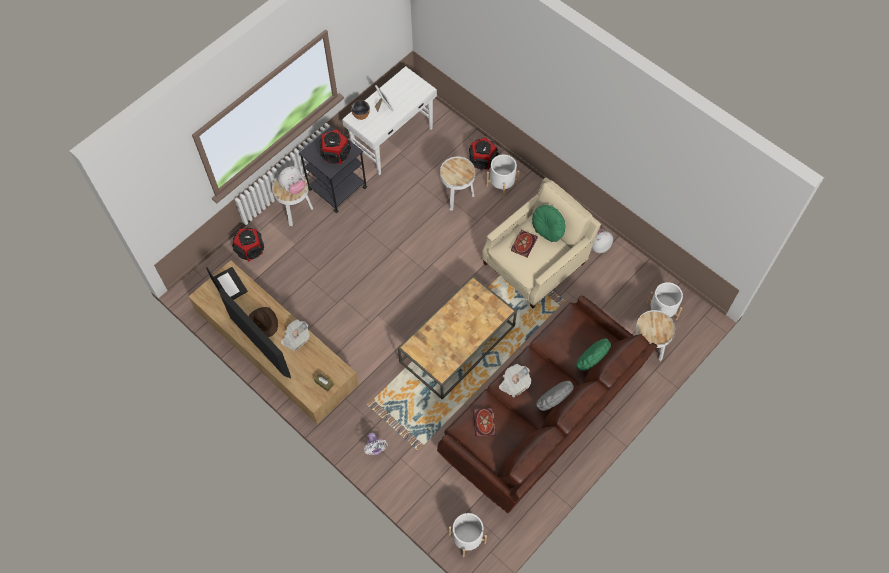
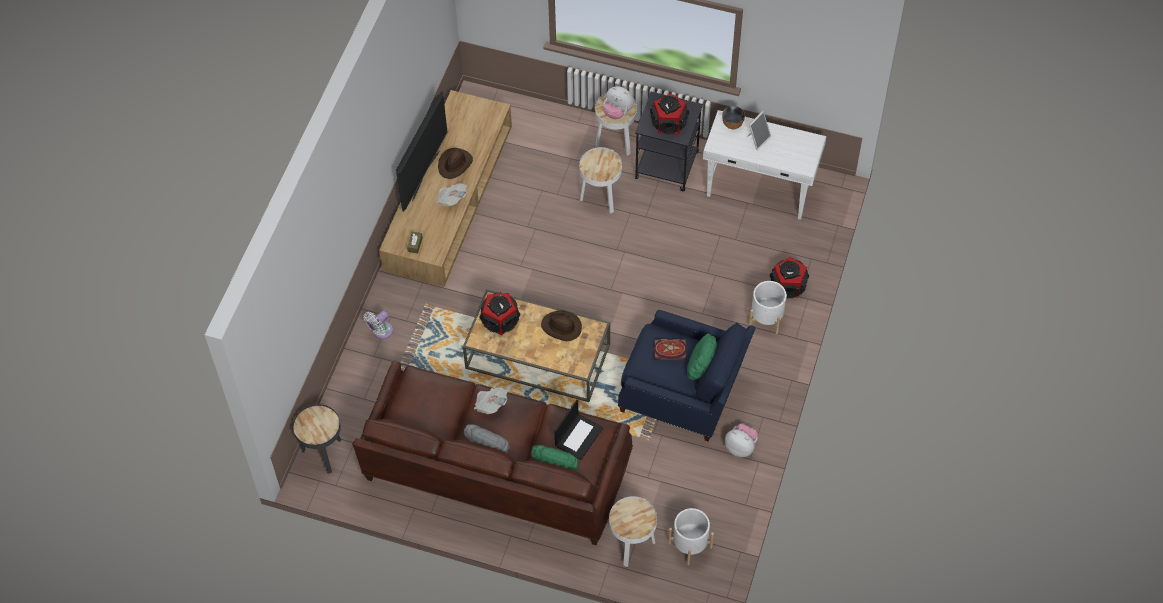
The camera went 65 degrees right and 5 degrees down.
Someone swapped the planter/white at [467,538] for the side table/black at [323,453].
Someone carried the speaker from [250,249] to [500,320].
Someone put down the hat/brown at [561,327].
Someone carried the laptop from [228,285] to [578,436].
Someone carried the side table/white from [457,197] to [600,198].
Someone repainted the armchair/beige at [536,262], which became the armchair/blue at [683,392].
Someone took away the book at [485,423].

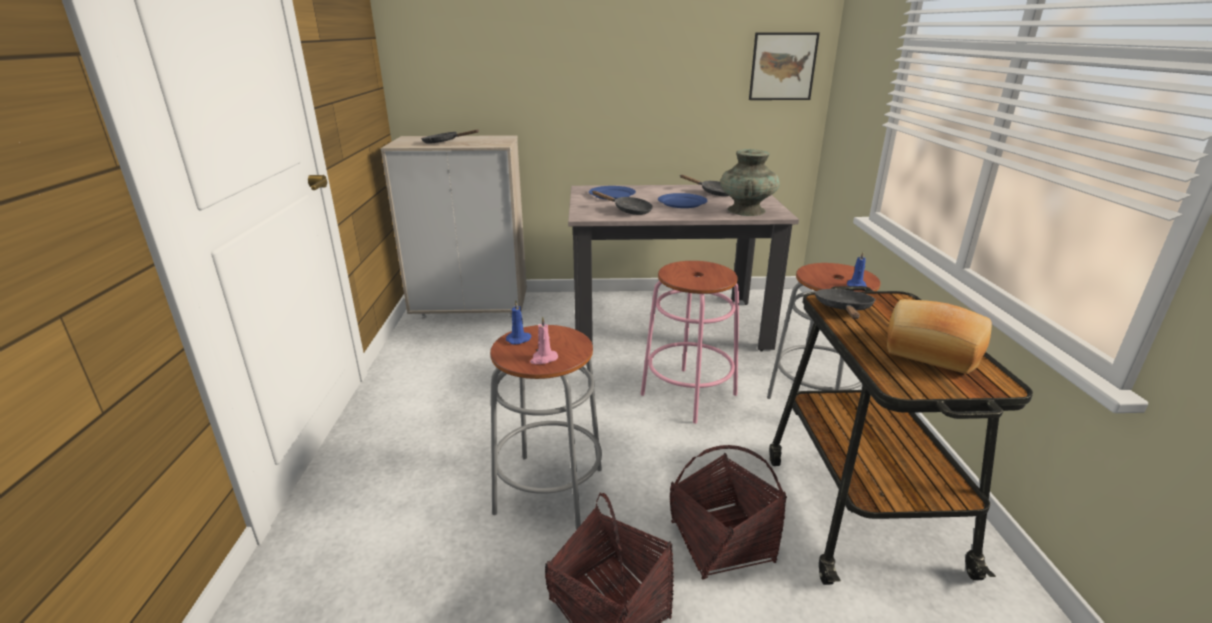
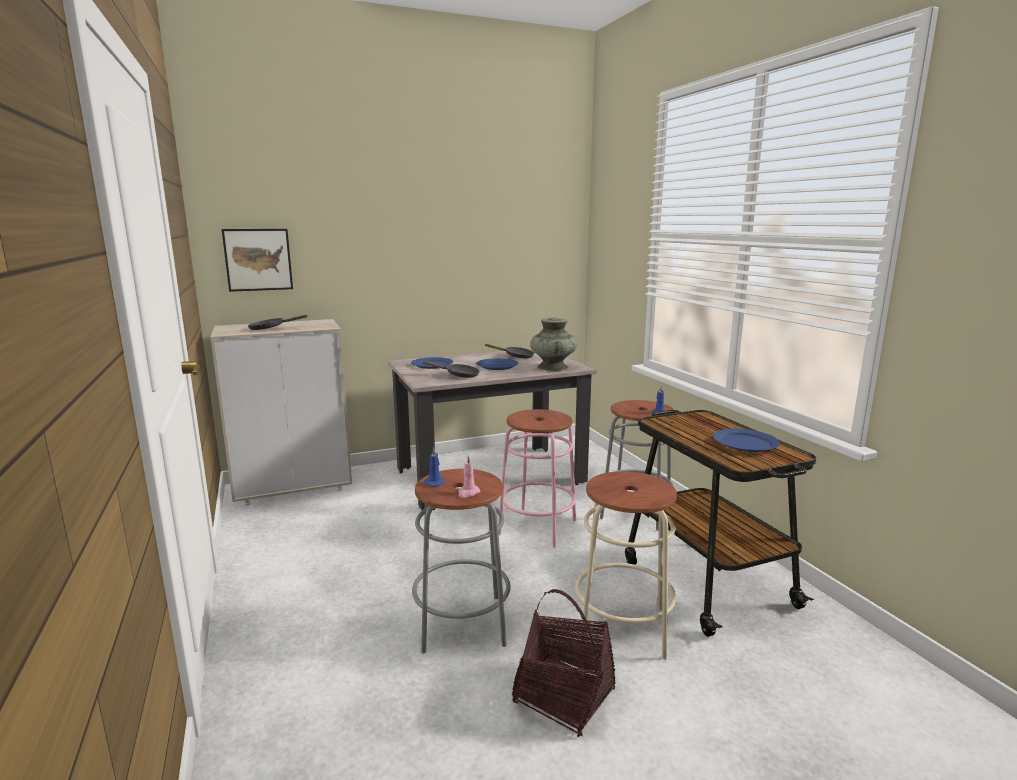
The camera went 20 degrees left and 10 degrees down.
Someone carried the picture from [782,66] to [258,259].
Someone swapped the basket at [722,542] for the stool/beige at [622,627].
Someone swapped the bread at [931,353] for the plate/blue at [745,443].
Someone took away the frying pan/black at [844,309].

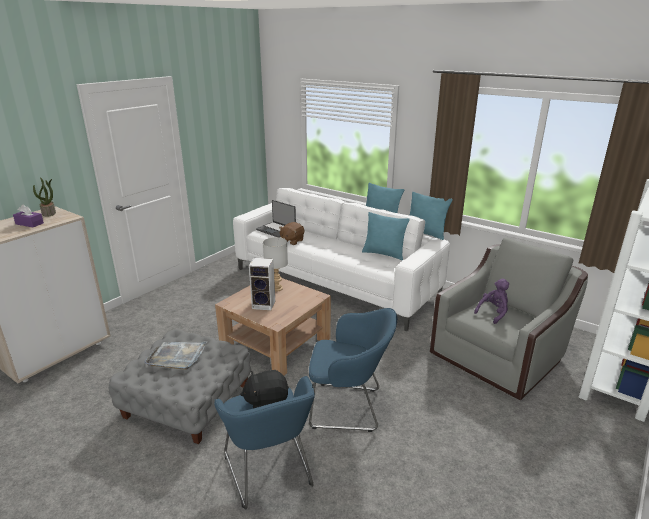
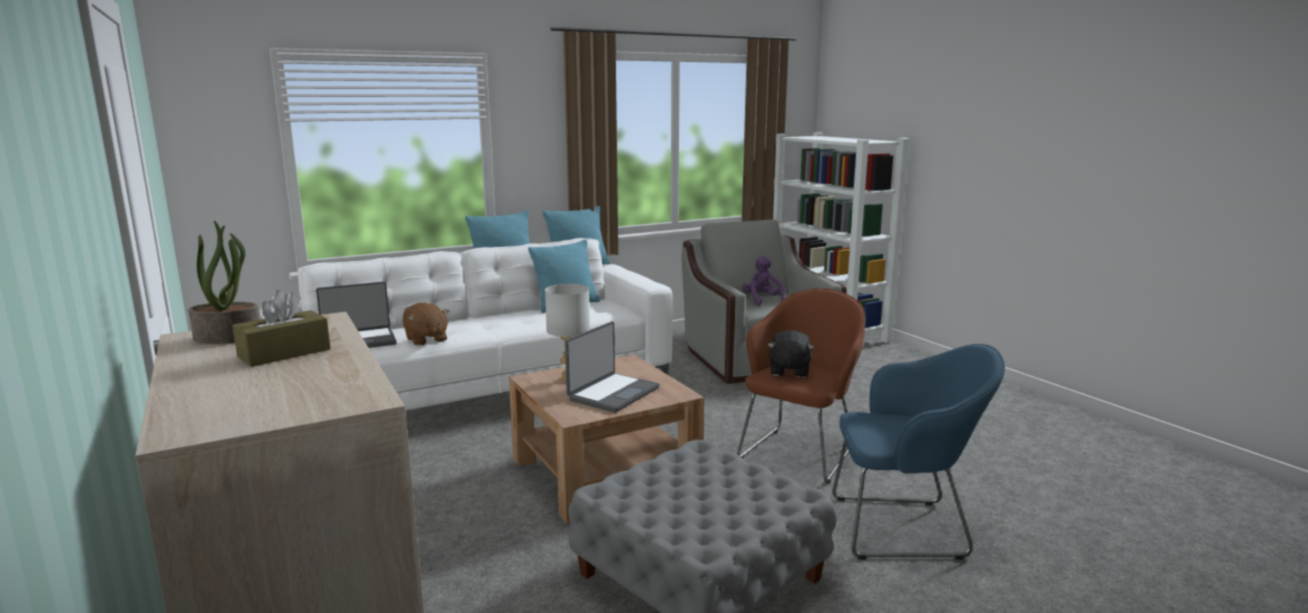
The camera went 65 degrees left and 10 degrees down.
Someone repainted the tissue box/purple at [29,223], which became the tissue box/brown at [284,353].
Someone swapped the speaker at [264,304] for the laptop at [612,393].
Someone repainted the armchair/blue at [349,407], which became the armchair/brown at [800,452].
Someone carried the plush toy/black from [266,401] to [788,371].
Someone took away the tray/grey at [177,356].

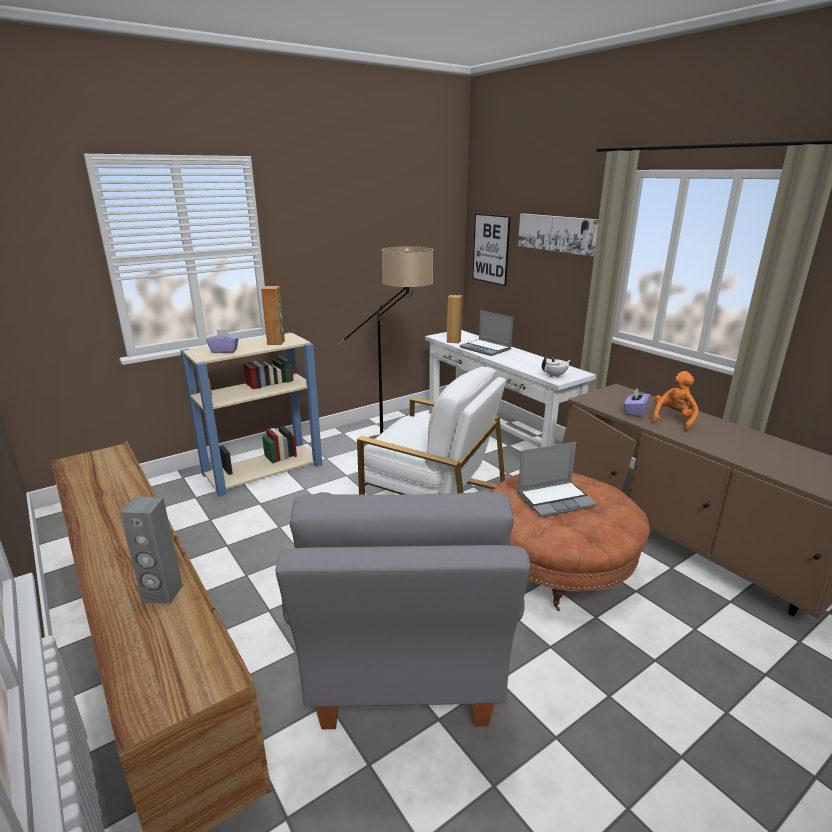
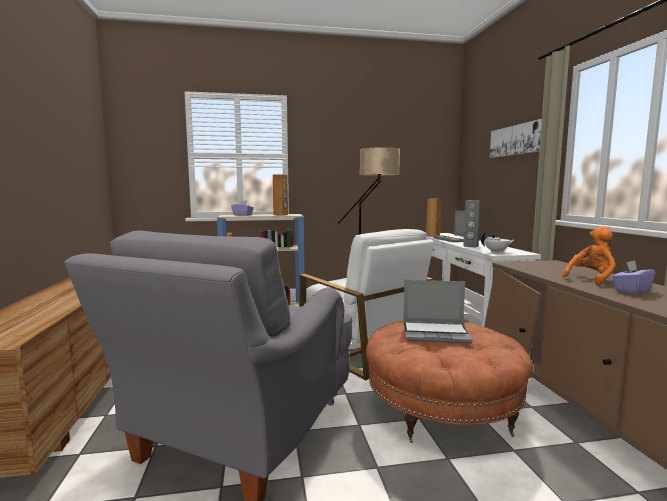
The camera went 25 degrees right and 15 degrees down.
Someone carried the speaker/grey from [162,594] to [471,246].
Someone carried the tissue box/purple from [635,412] to [631,290].
Someone took away the picture at [490,249].

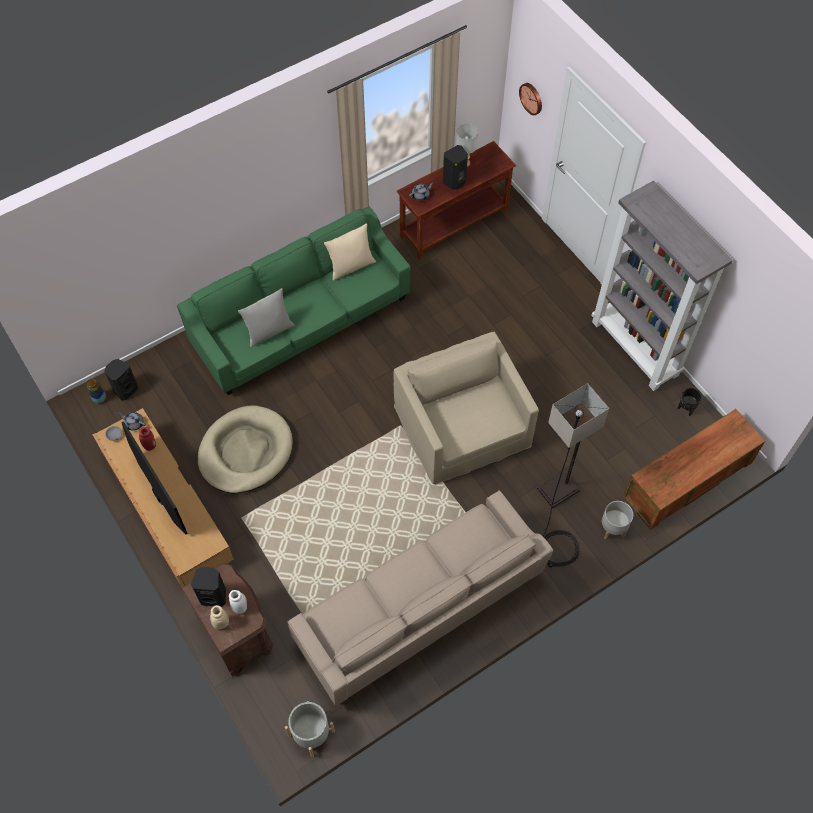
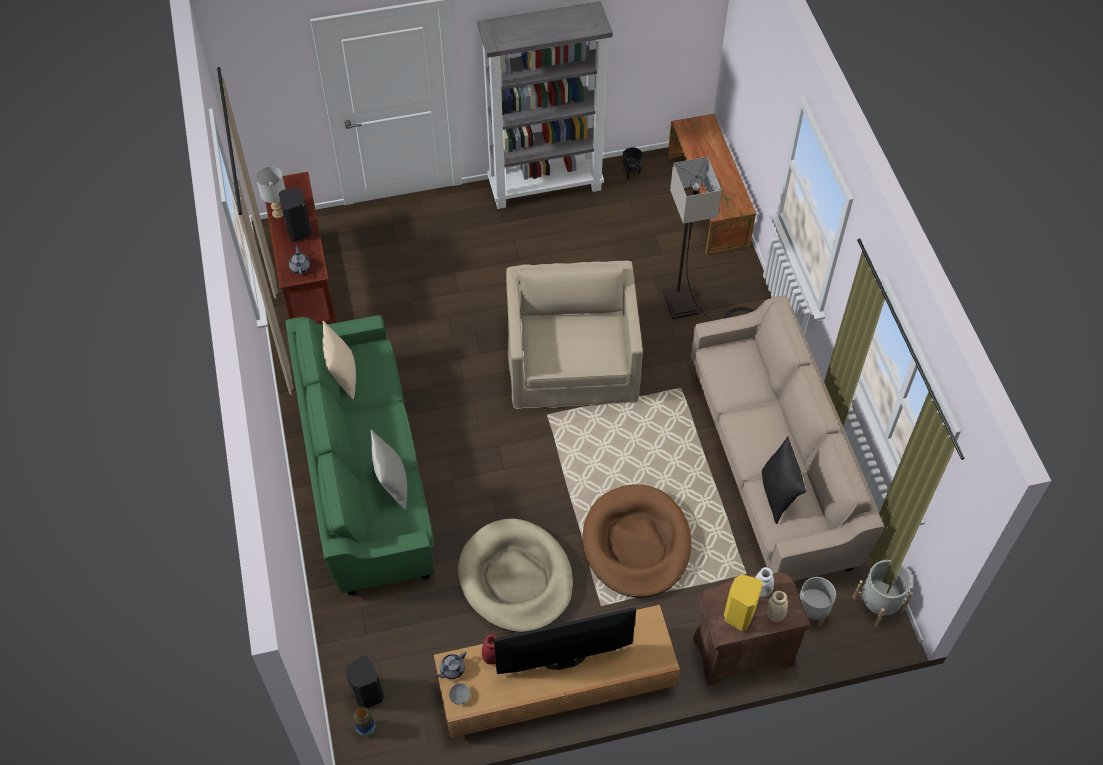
The camera went 70 degrees left and 5 degrees down.
Someone rotated the armchair/beige at [462,426] by 90 degrees clockwise.
Someone put down the dog bed/brown at [636,544].
Someone repainted the speaker/black at [213,595], which became the speaker/yellow at [738,614].
Someone put down the pillow/black at [778,495].
Someone carried the planter/grey from [612,529] to [811,613].
Someone took away the wall clock at [532,98].

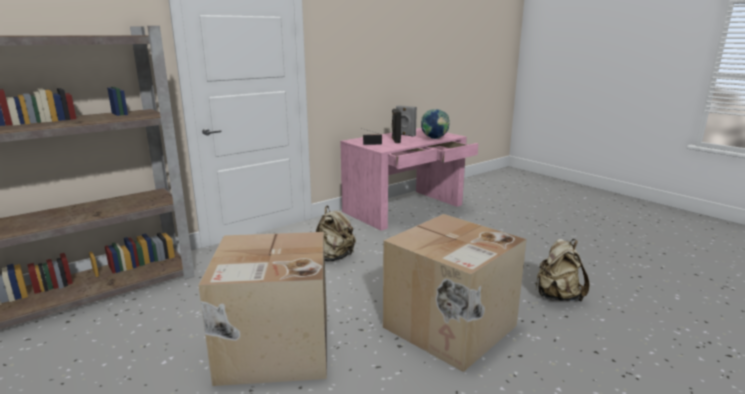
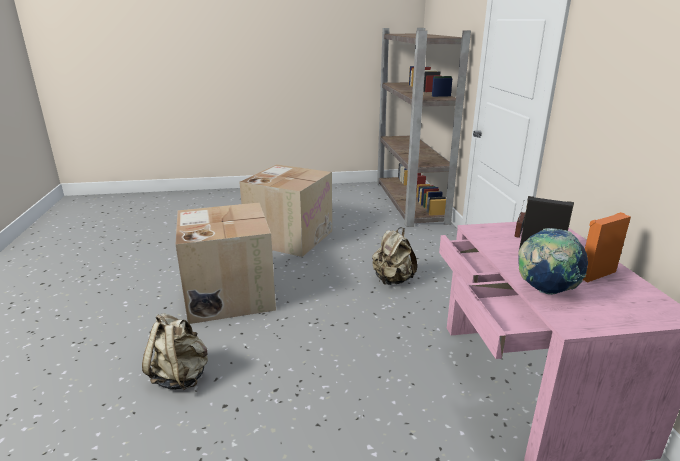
The camera went 120 degrees right and 5 degrees up.
Someone repainted the speaker/grey at [405,135], which became the speaker/orange at [595,274].

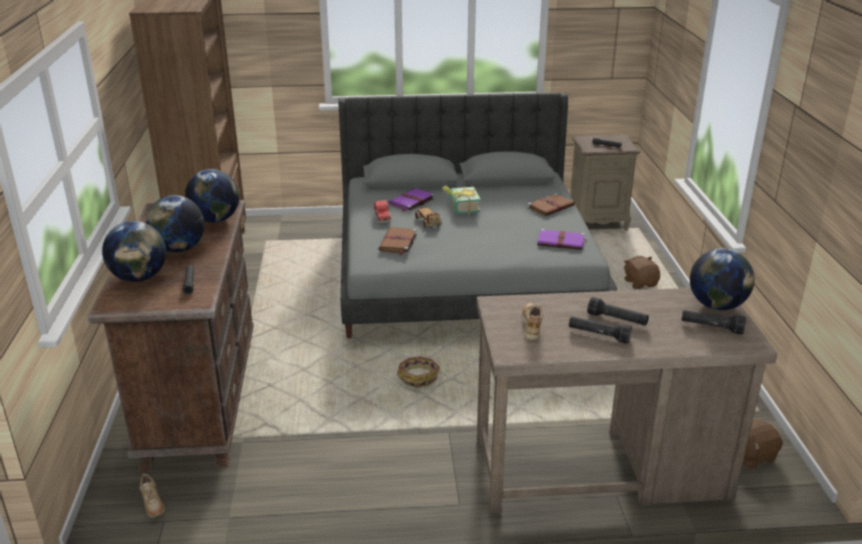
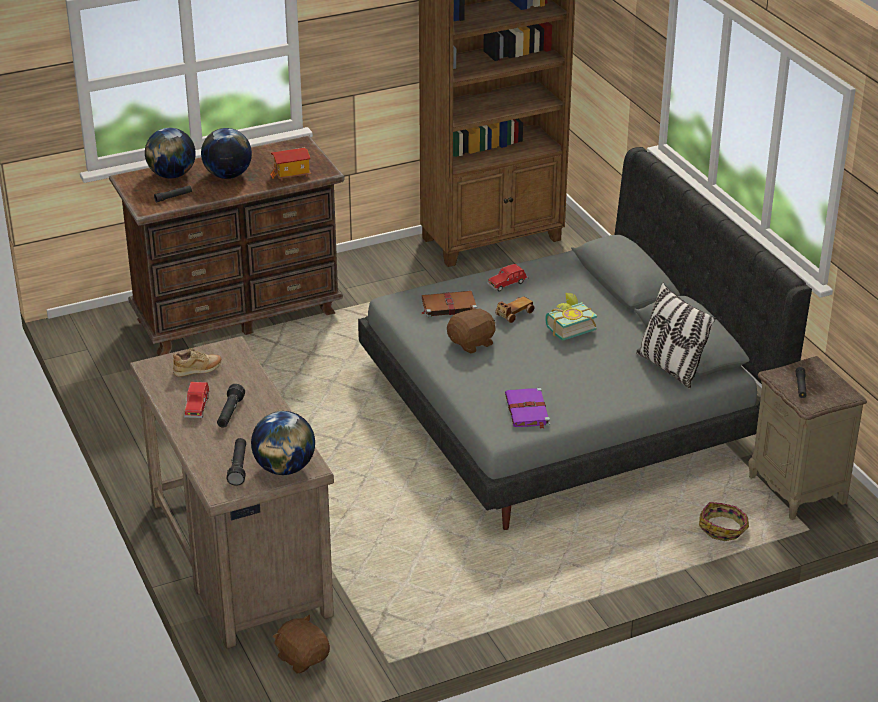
The camera went 70 degrees right and 5 degrees up.
Someone swapped the flashlight/black at [598,335] for the toy car/red at [197,406].
Someone swapped the globe at [215,220] for the toy house at [291,174].
Someone carried the plush toy/brown from [640,283] to [472,343].
Someone put down the pillow at [670,368].
Someone carried the basket from [418,377] to [723,529].
Someone took away the shoe/beige at [153,506].
Someone took away the book/purple at [411,202].
Someone took away the book/brown at [551,206].

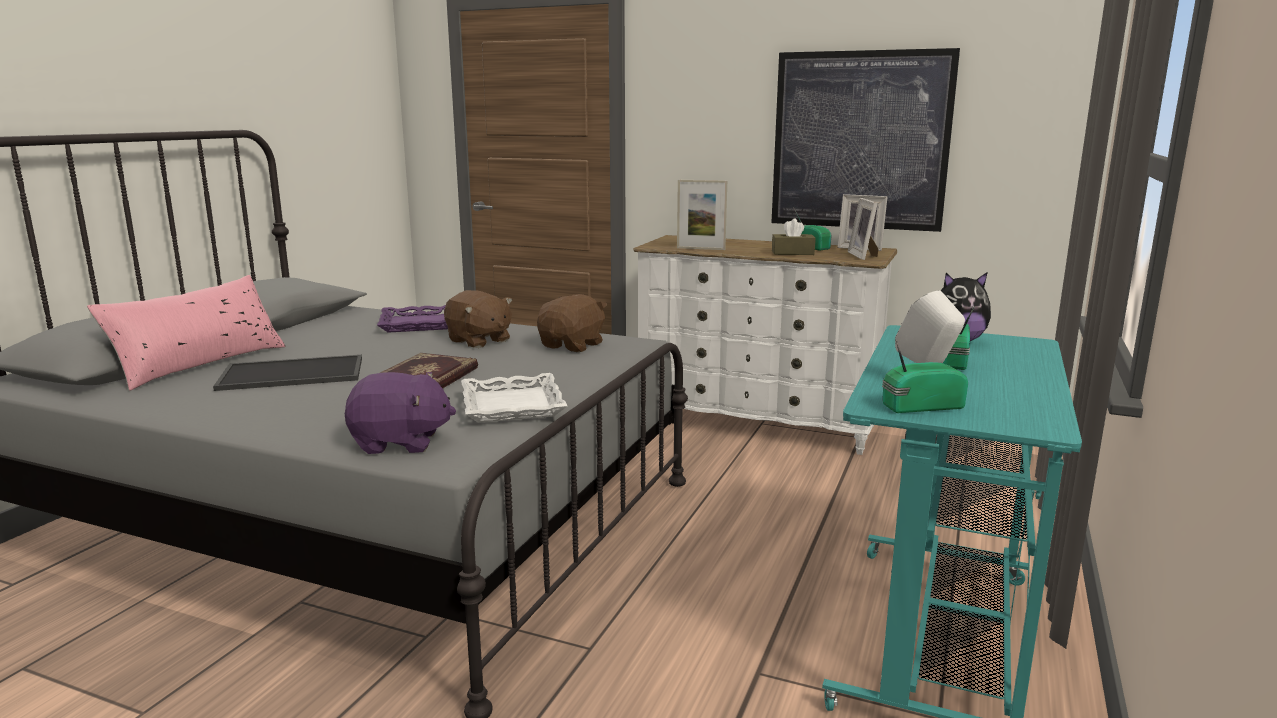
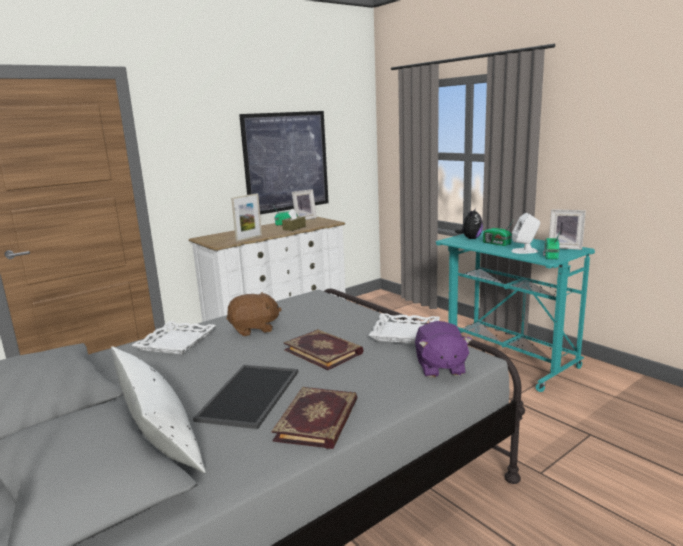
The camera went 60 degrees left and 0 degrees up.
Someone repainted the pillow/pink at [200,364], which became the pillow/white at [159,436].
Someone repainted the tray/purple at [419,324], which became the tray/white at [176,342].
Someone put down the book at [318,420].
Someone rotated the plush toy/purple at [400,442] by 150 degrees clockwise.
Someone carried the picture frame from [864,256] to [565,247].
Someone took away the plush toy/brown at [573,345].

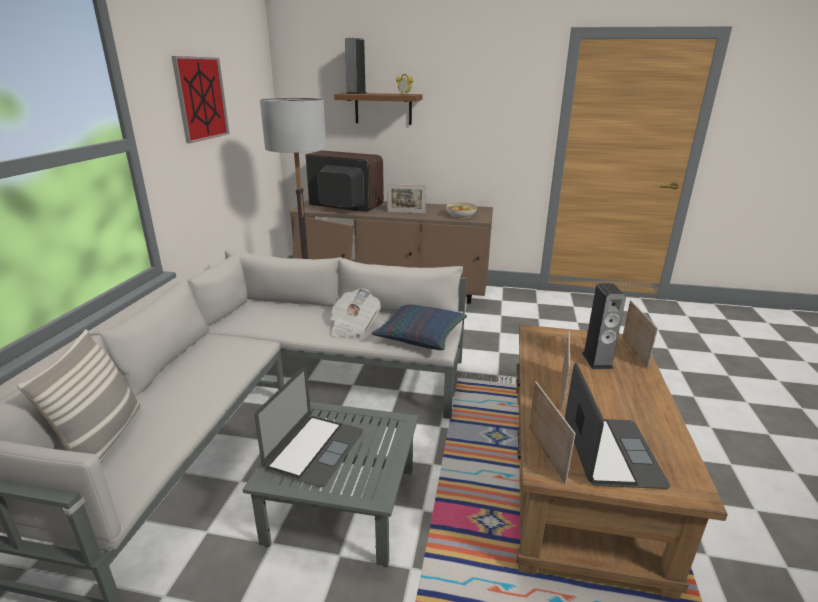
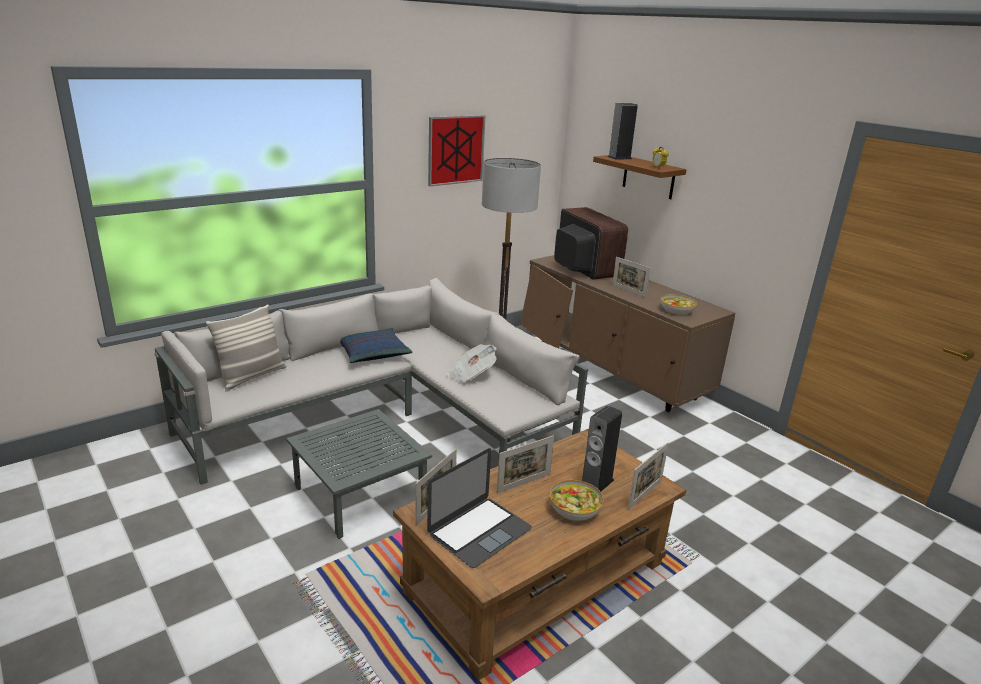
The camera went 40 degrees right and 0 degrees up.
Someone carried the pillow/blue from [420,335] to [372,353].
Someone put down the bowl at [574,509].
Someone took away the laptop at [315,449].

